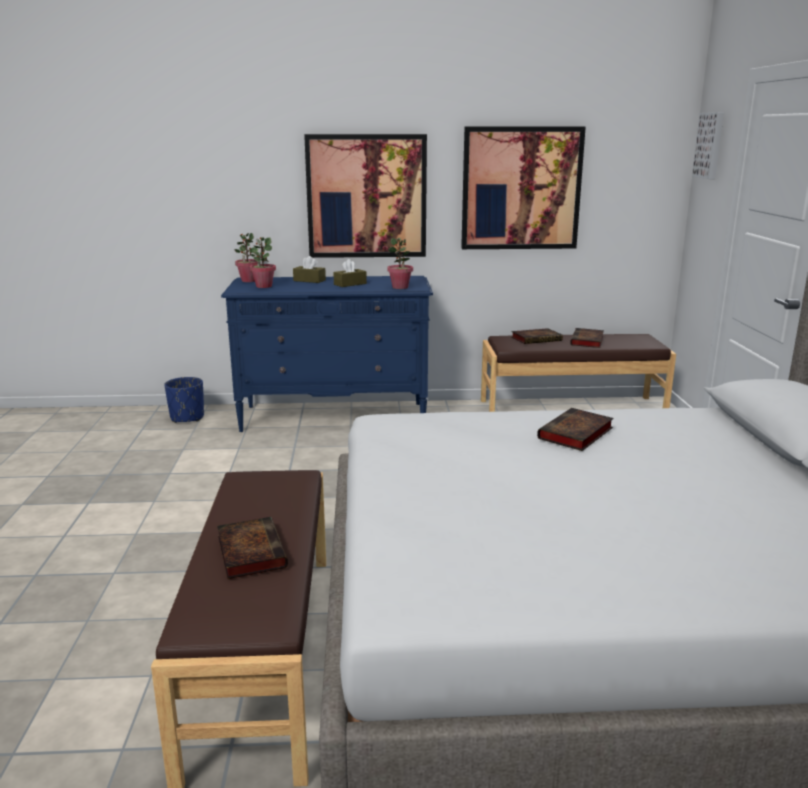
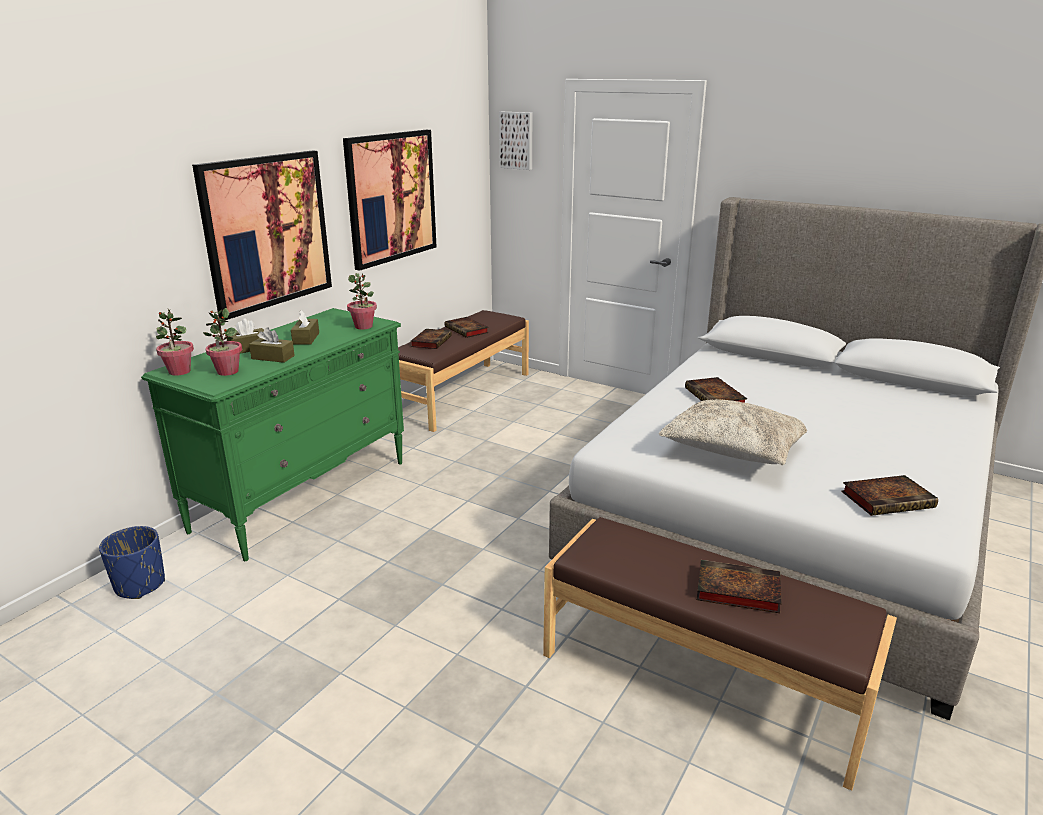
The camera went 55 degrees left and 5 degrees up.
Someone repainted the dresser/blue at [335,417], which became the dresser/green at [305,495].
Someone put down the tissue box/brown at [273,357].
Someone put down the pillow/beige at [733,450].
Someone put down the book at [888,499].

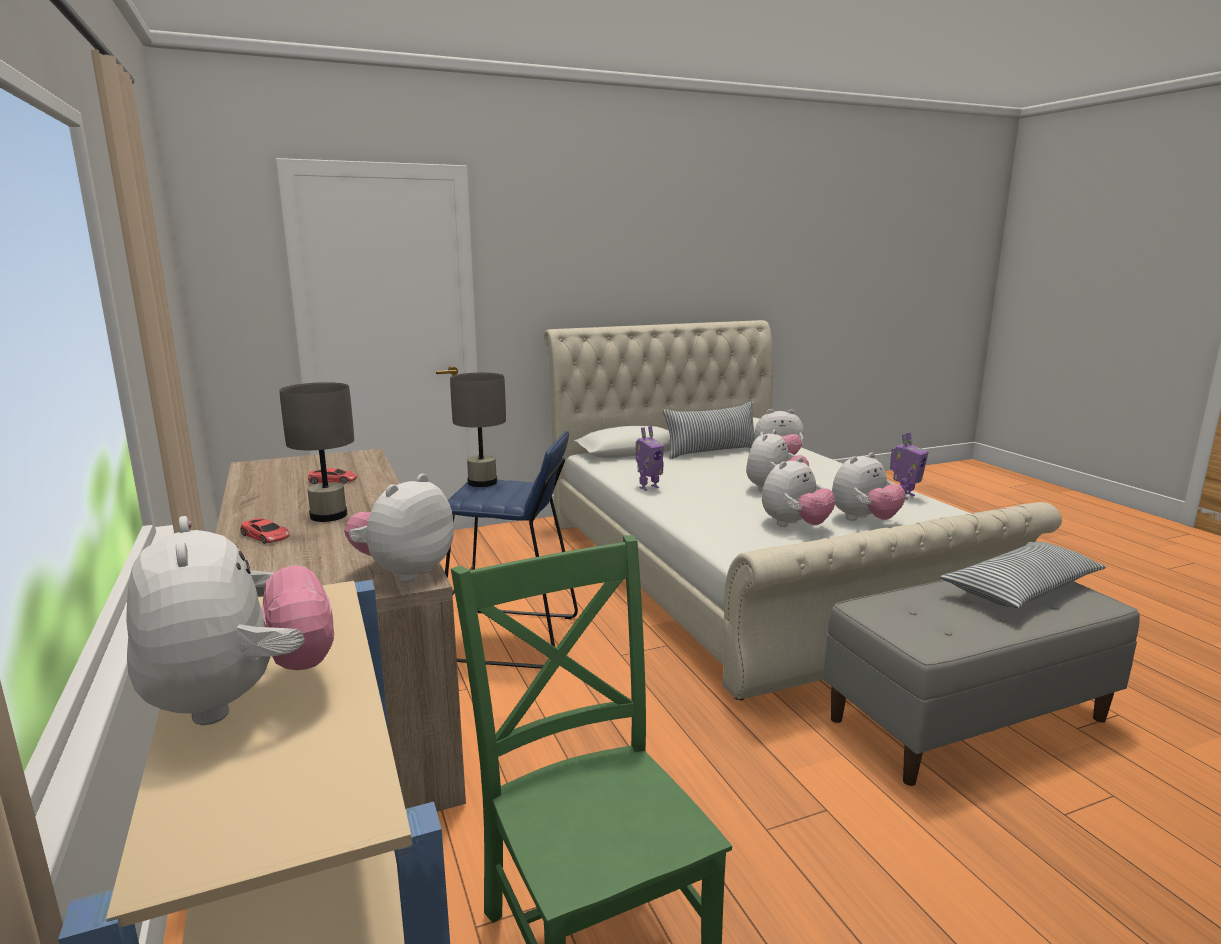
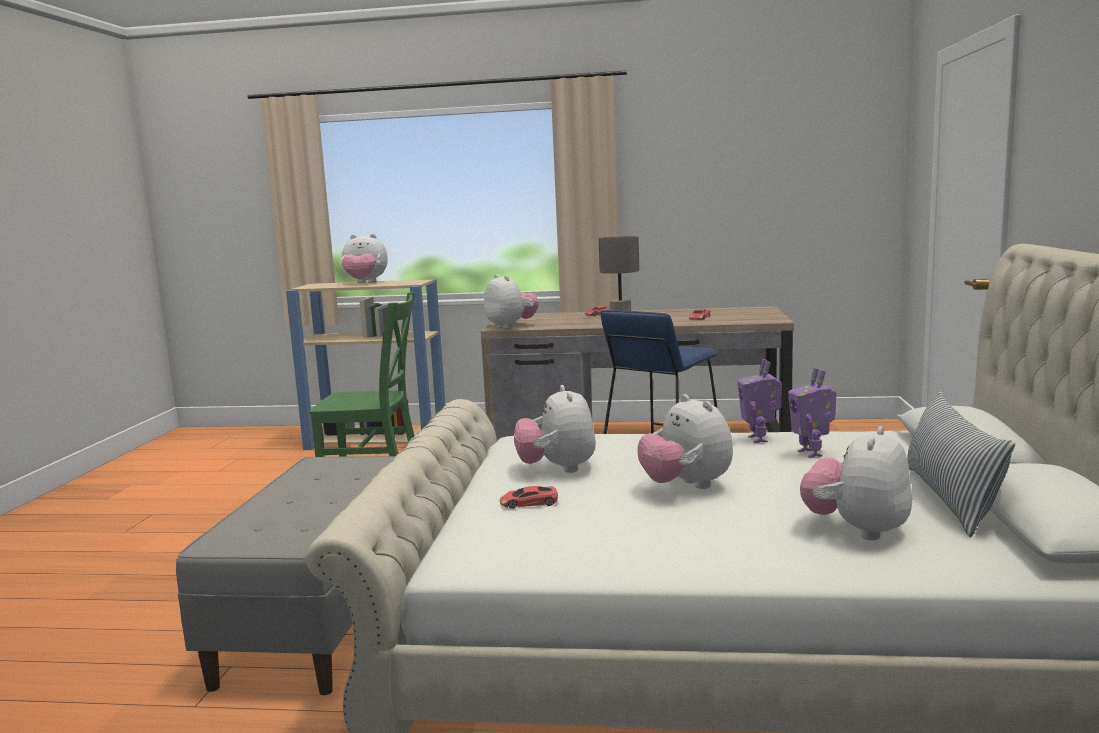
The camera went 120 degrees right and 5 degrees down.
Someone swapped the plush toy at [864,520] for the toy car/red at [529,502].
Someone carried the toy robot from [904,496] to [811,453].
Someone took away the table lamp/grey at [483,482].
Someone took away the pillow at [1021,590].

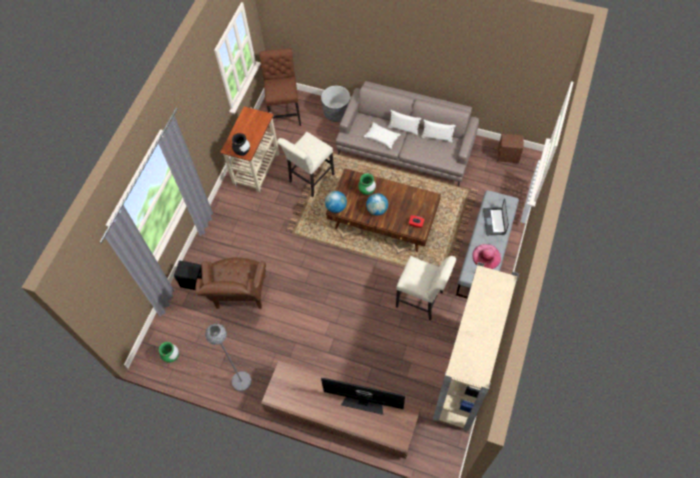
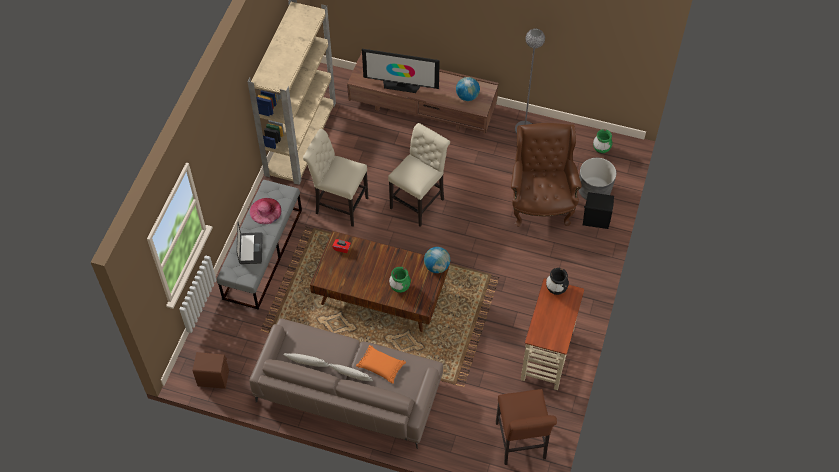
The camera went 175 degrees right and 5 degrees down.
Someone repainted the pillow/white at [382,137], which became the pillow/orange at [381,365].
Someone carried the stool/beige from [309,179] to [419,202].
Someone carried the globe from [377,210] to [467,96].
Someone carried the planter/grey from [336,113] to [594,191].

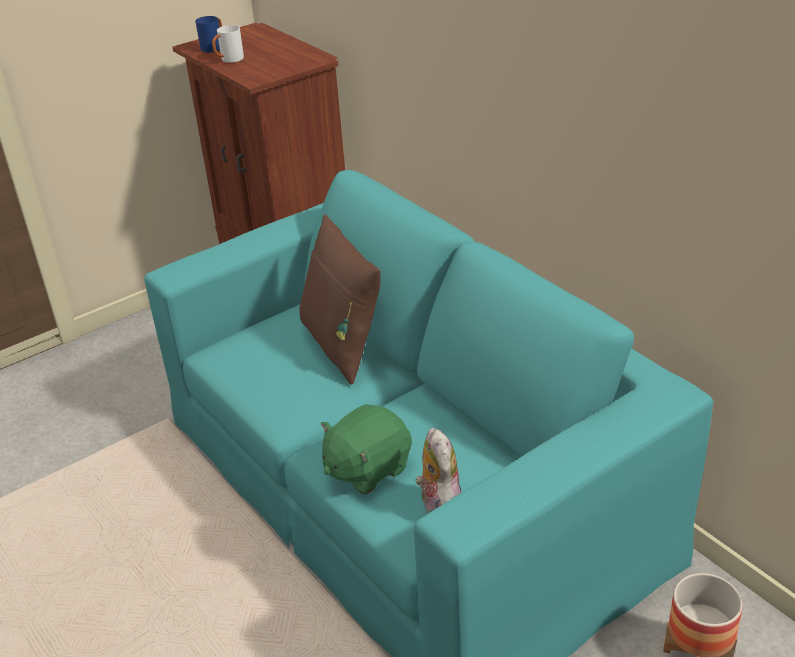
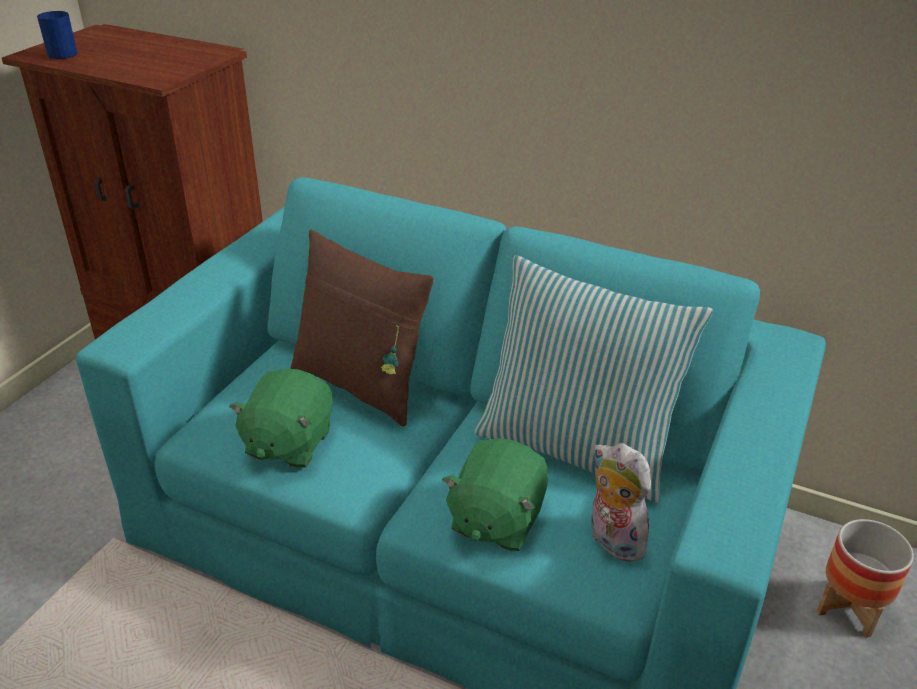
The camera went 30 degrees left and 0 degrees up.
Someone put down the plush toy/green at [288,443].
Someone put down the pillow at [576,447].
Someone took away the mug/white at [229,60].

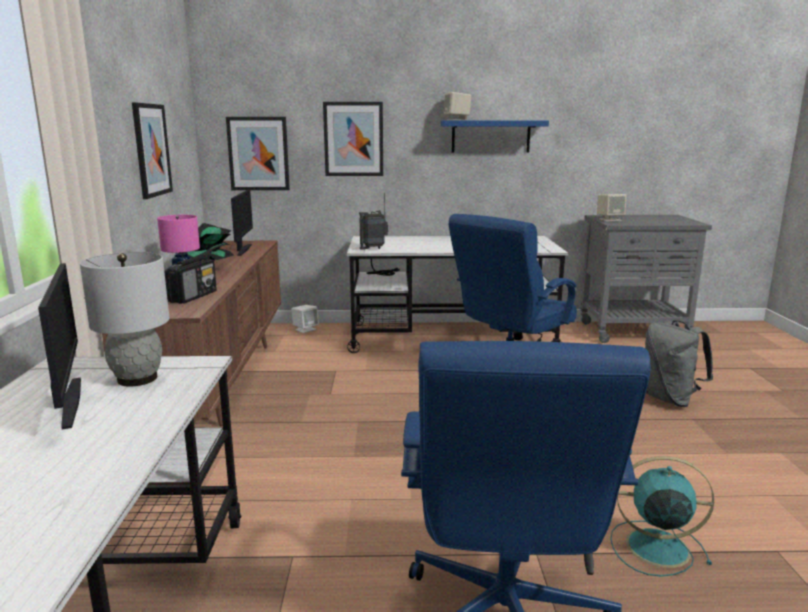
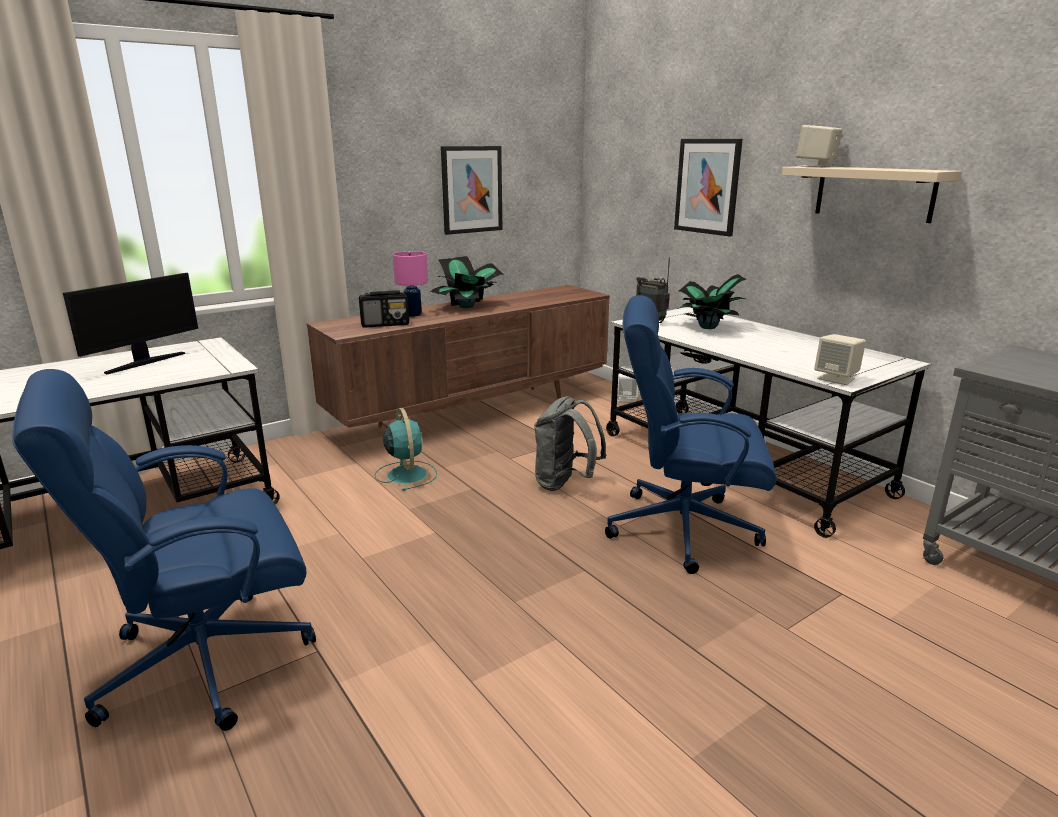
The camera went 55 degrees right and 5 degrees up.
Someone carried the fan/turquoise from [654,547] to [406,474].
Someone carried the backpack/grey from [670,399] to [565,483].
Someone put down the potted plant at [708,327].
Someone repainted the shelf/blue at [490,136], which became the shelf/beige at [874,193].
Someone carried the speaker/beige from [609,219] to [836,378].
Someone took away the table lamp/white at [137,379].
Someone took away the picture at [258,154].
Someone took away the monitor at [242,250].

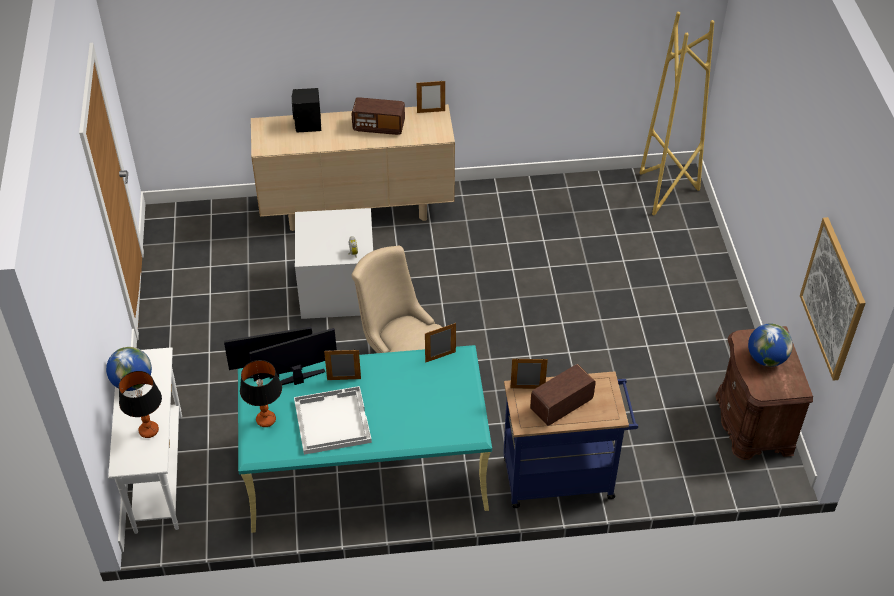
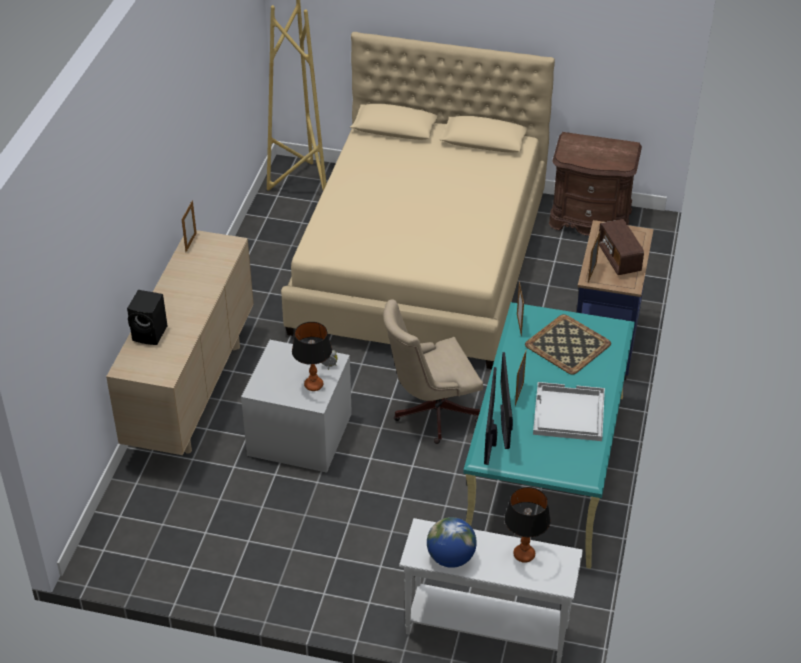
The camera went 70 degrees left and 5 degrees down.
Someone put down the bed/beige at [420,262].
Someone carried the table lamp from [266,420] to [313,385].
Someone put down the tray at [568,345].
Someone took away the radio at [379,127].
Someone took away the globe at [766,358].
Someone took away the picture at [833,298].

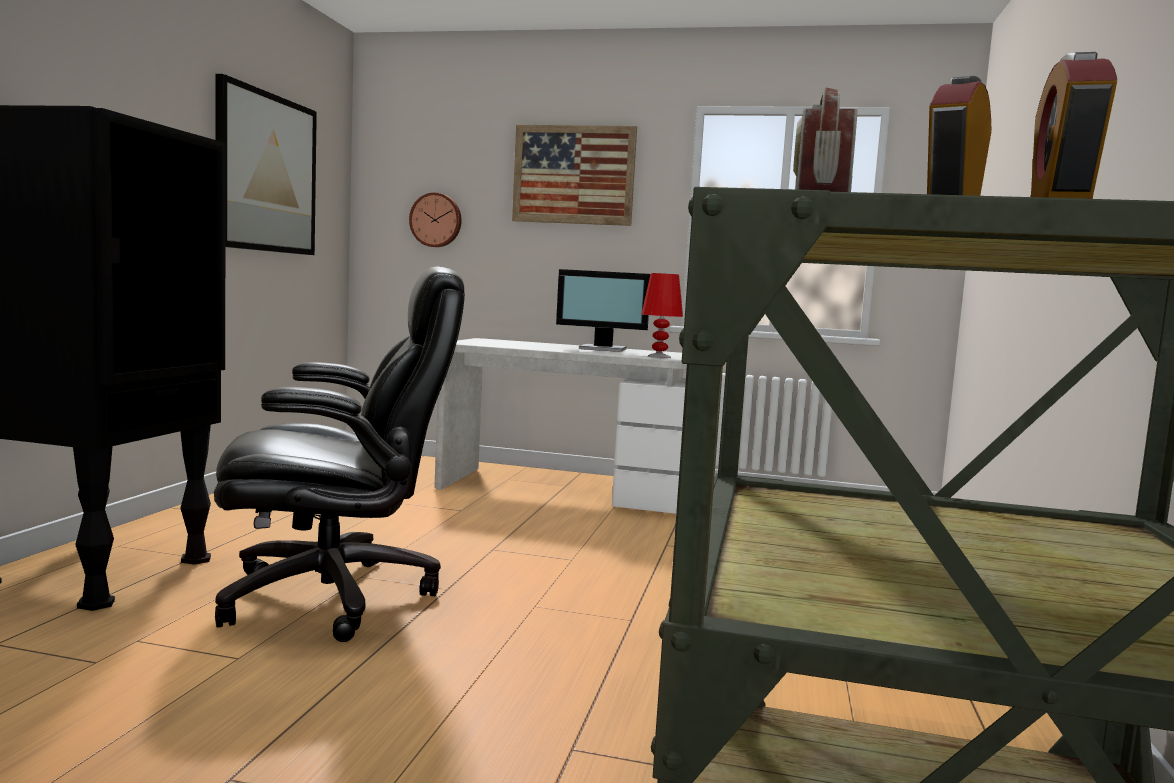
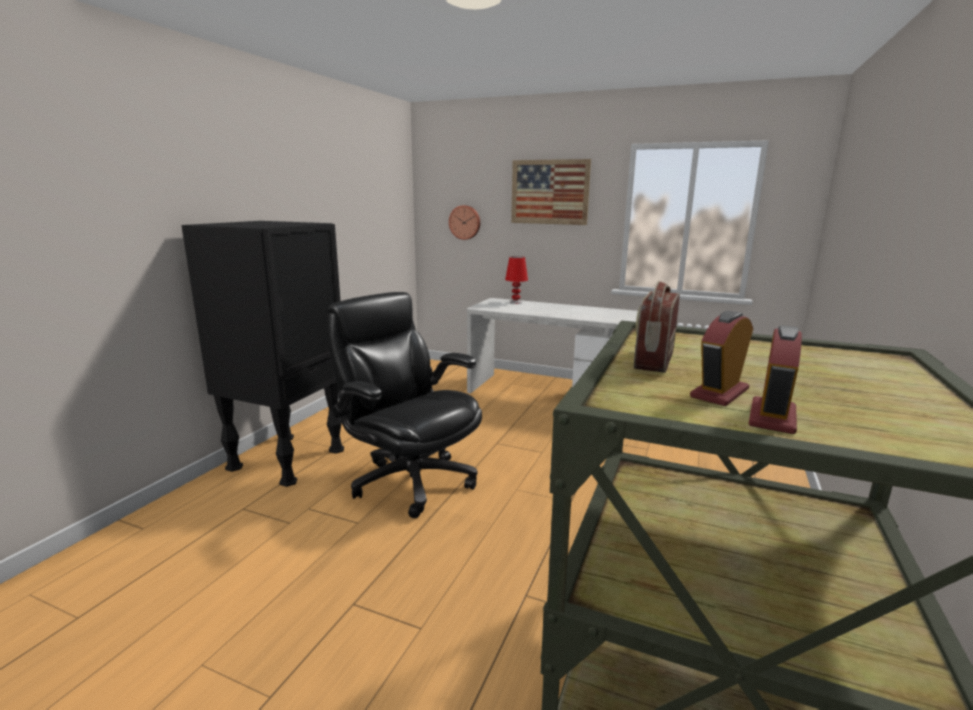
The camera went 10 degrees right and 10 degrees up.
Someone rotated the office chair/black at [340,598] by 135 degrees counterclockwise.
Someone carried the table lamp/red from [659,357] to [515,302].
Someone took away the picture at [266,173].
Someone took away the monitor at [603,349].

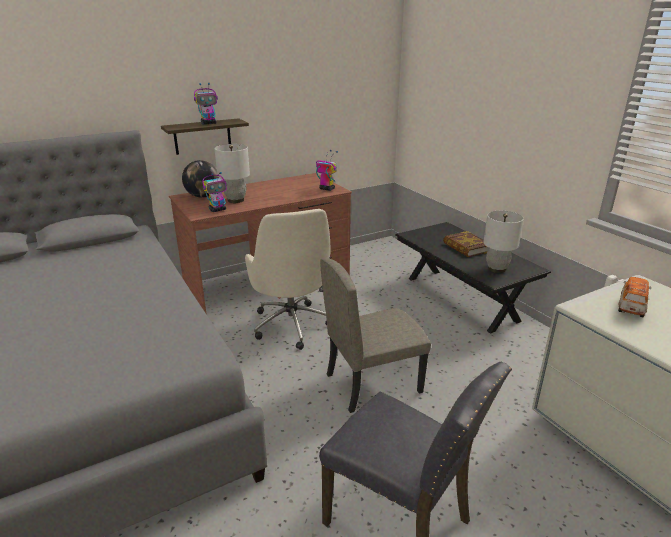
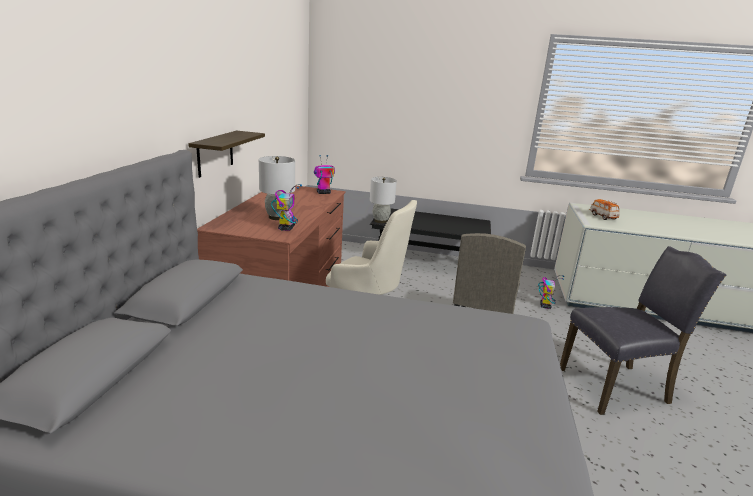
The camera went 50 degrees left and 5 degrees down.
Someone carried the table lamp/white from [496,269] to [380,221].
Someone carried the toy robot from [209,123] to [545,306].
Someone took away the globe at [203,196].
Someone took away the book at [466,247].

